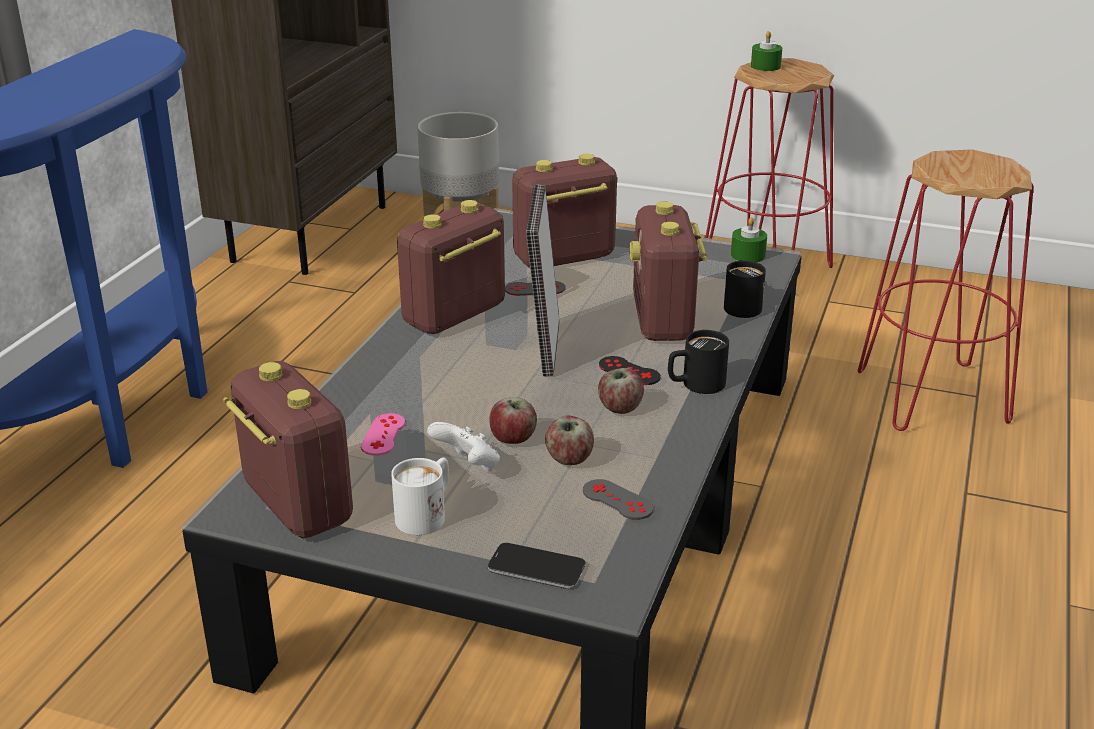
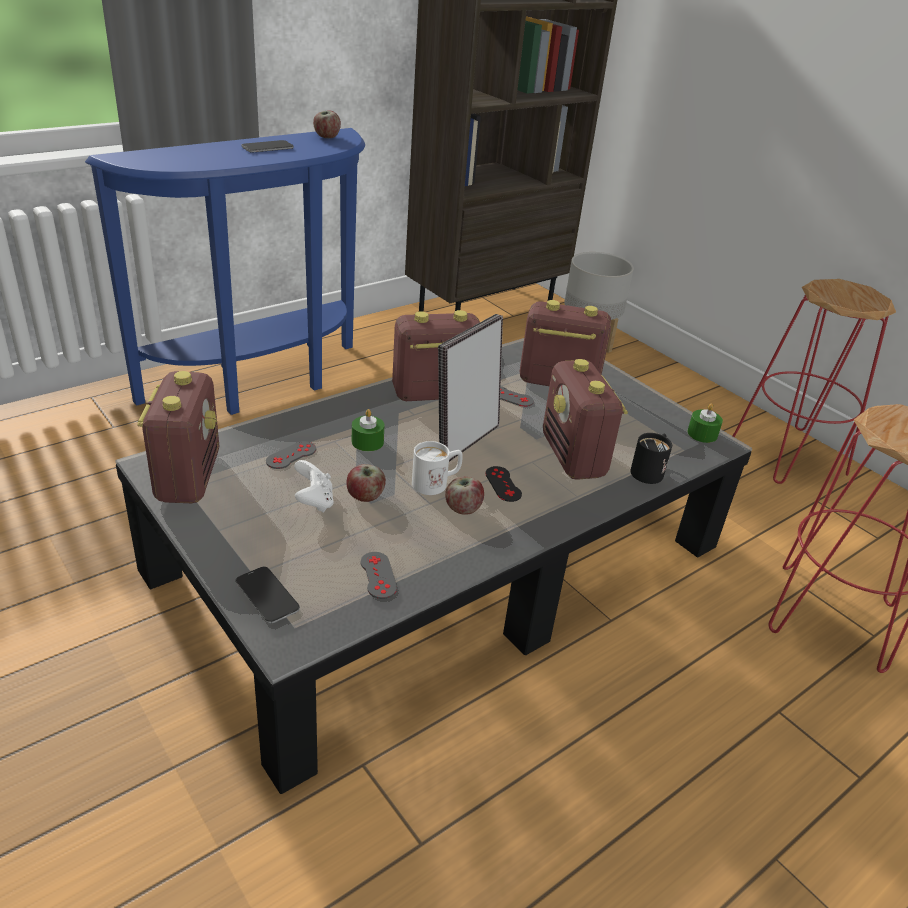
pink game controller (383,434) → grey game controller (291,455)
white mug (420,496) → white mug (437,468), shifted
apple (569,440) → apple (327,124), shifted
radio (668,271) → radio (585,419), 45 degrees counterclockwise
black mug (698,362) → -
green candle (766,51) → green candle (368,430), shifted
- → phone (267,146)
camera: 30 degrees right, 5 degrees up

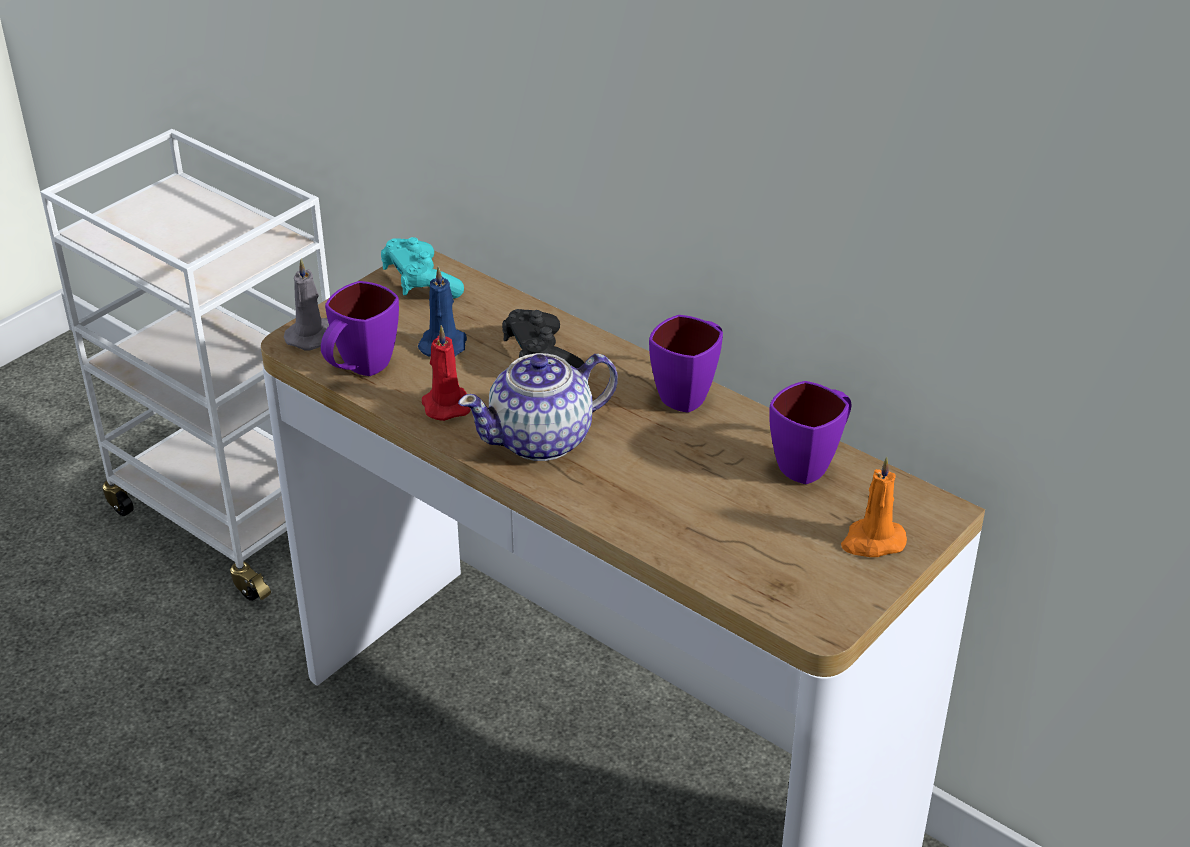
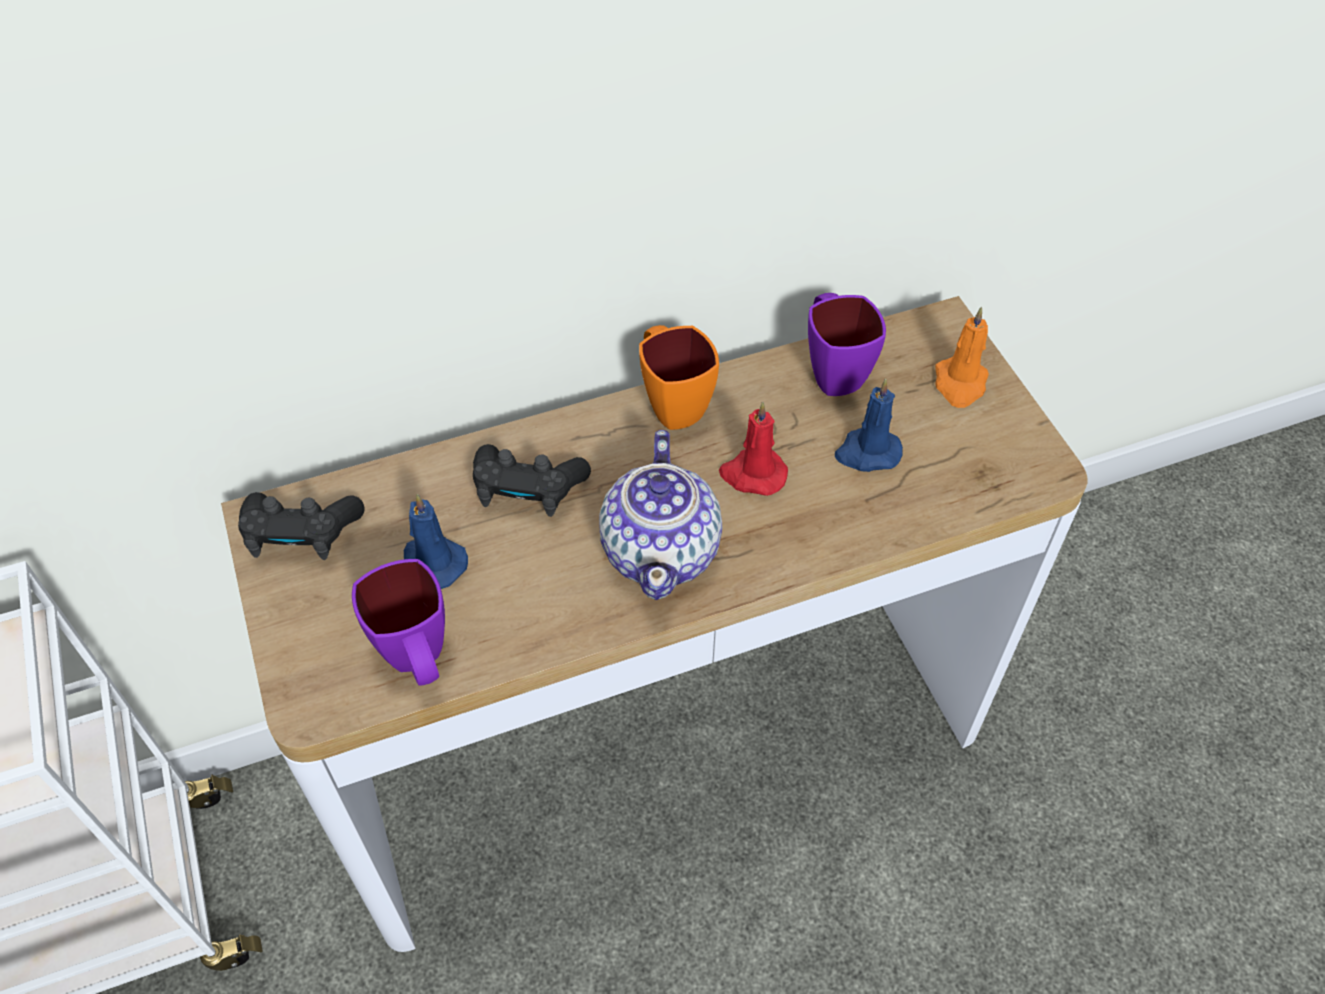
grey candle (306,305) → -
turquoise game controller (422,268) → black game controller (301,526)
red candle (446,373) → red candle (753,448), shifted
purple mug (686,364) → orange mug (679,377)
- → blue candle (869,425)
camera: 60 degrees left, 15 degrees up

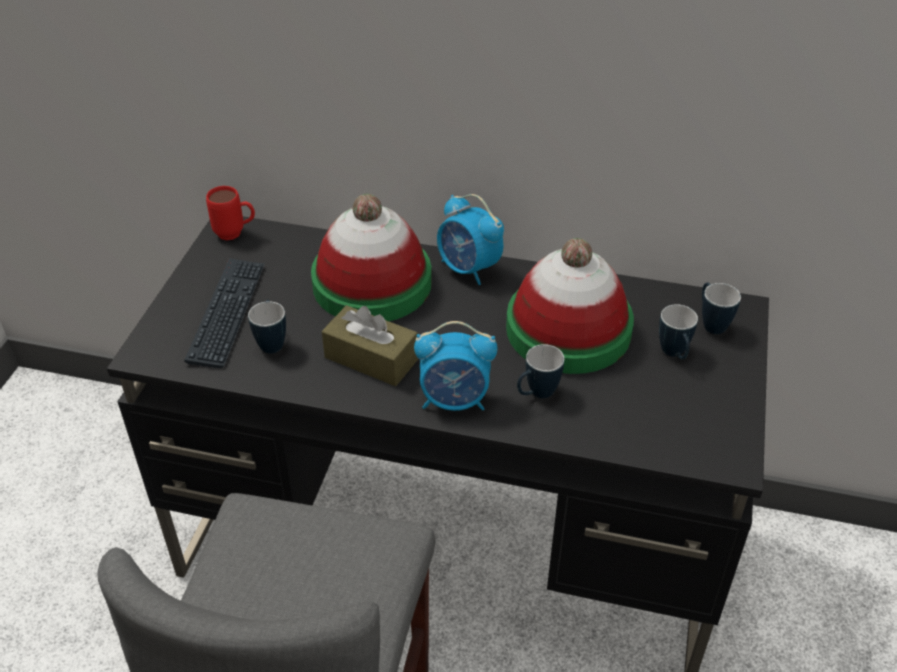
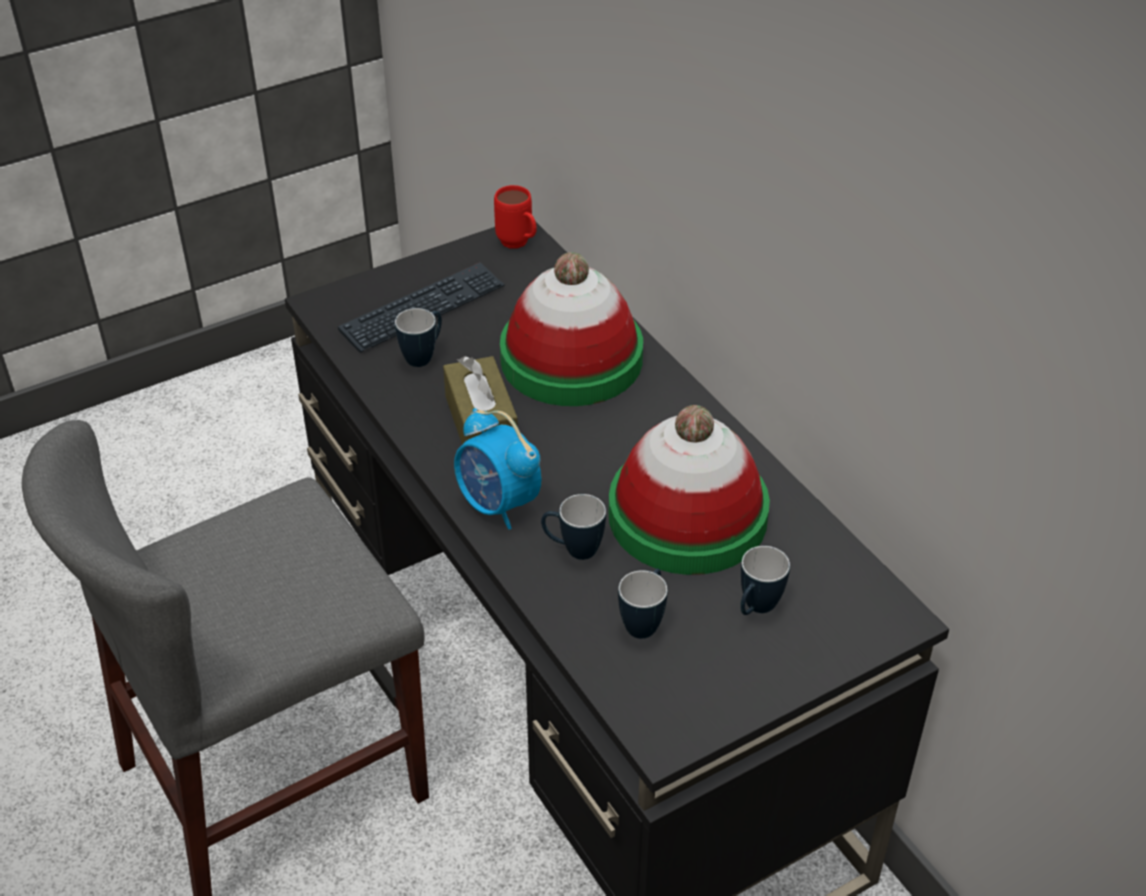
alarm clock (470,239) → -
mug (721,308) → mug (642,604), shifted
camera: 45 degrees right, 0 degrees up

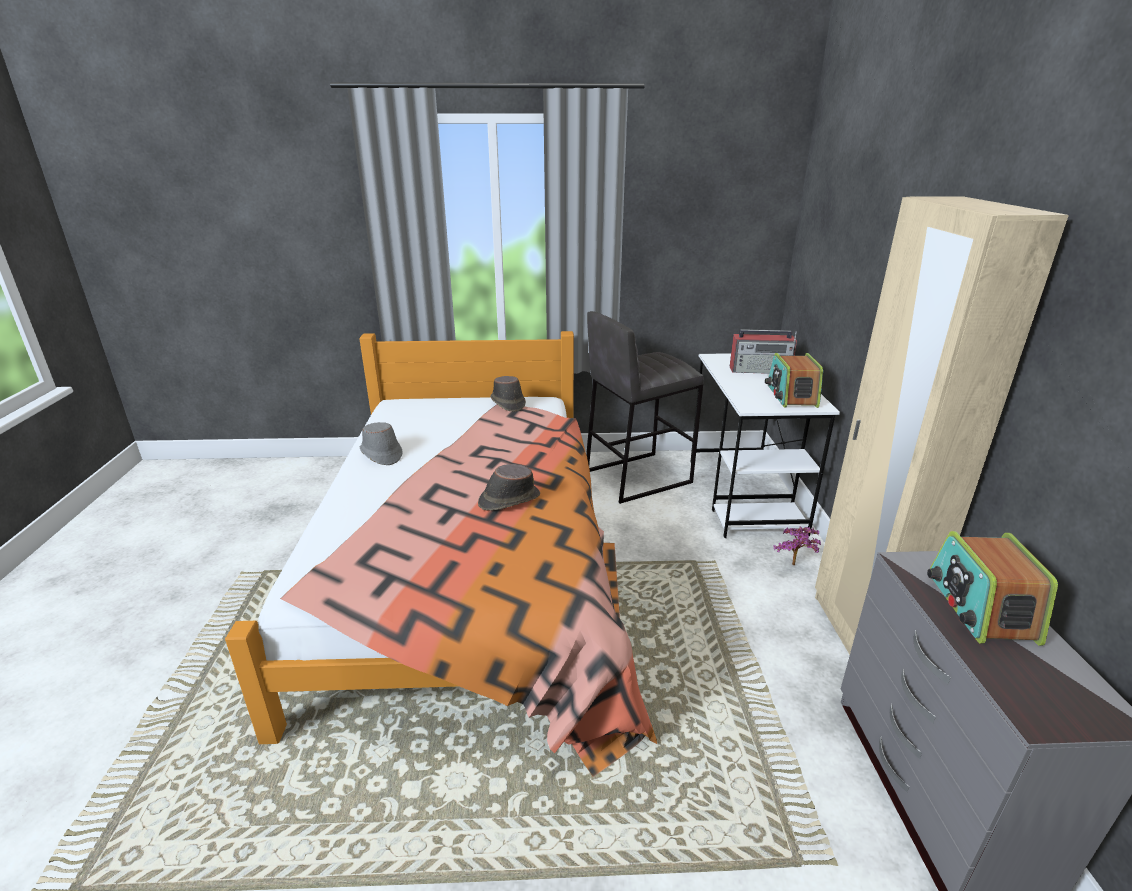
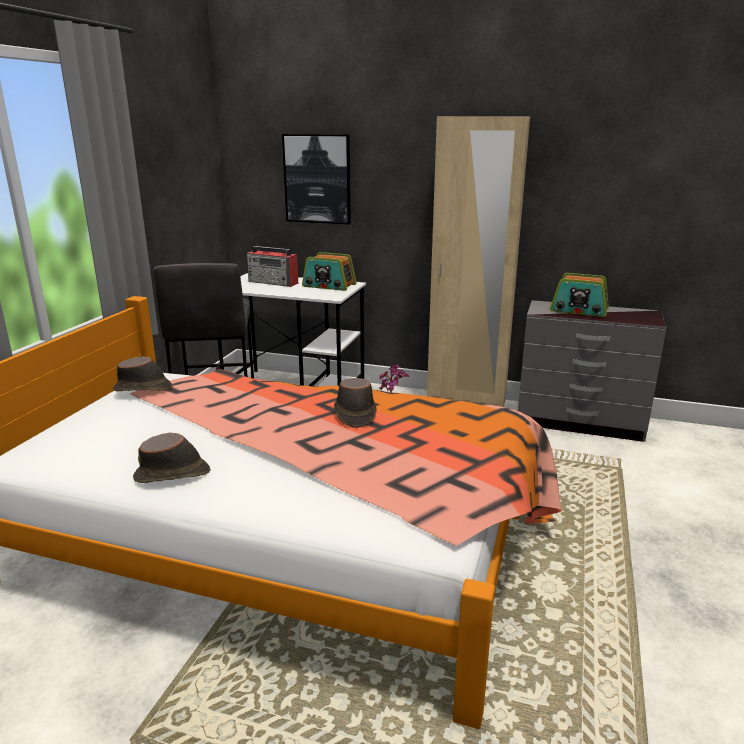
grey hat (381,443) → brown hat (171,458)
radio (763,351) → radio (272,266), 90 degrees clockwise
- → picture (316,179)
camera: 70 degrees left, 5 degrees down

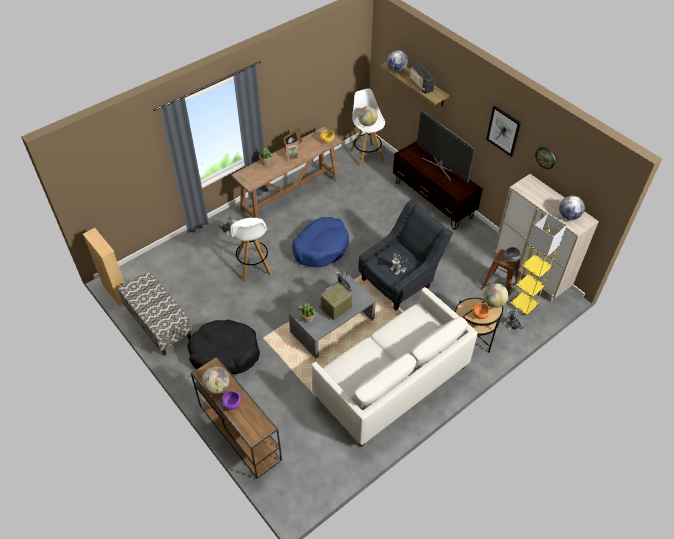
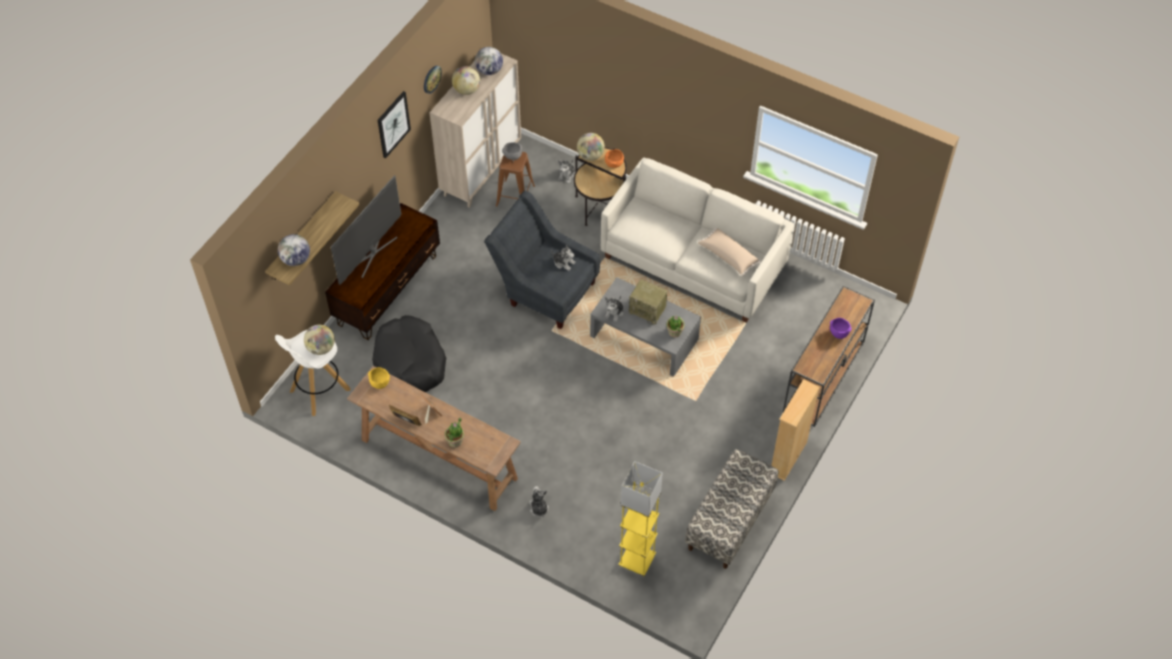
beige bookcase (104,267) → beige bookcase (795,430), shifted
black dog bed (223,347) → black dog bed (409,353), shifted
globe (215,380) → globe (466,80), shifted
white stool (251,249) → -
blue dog bed (320,242) → -
radio (422,79) → -
yellow floor lamp (538,265) → yellow floor lamp (640,519), shifted
- → beige pillow (729,252)
camera: 110 degrees left, 5 degrees up

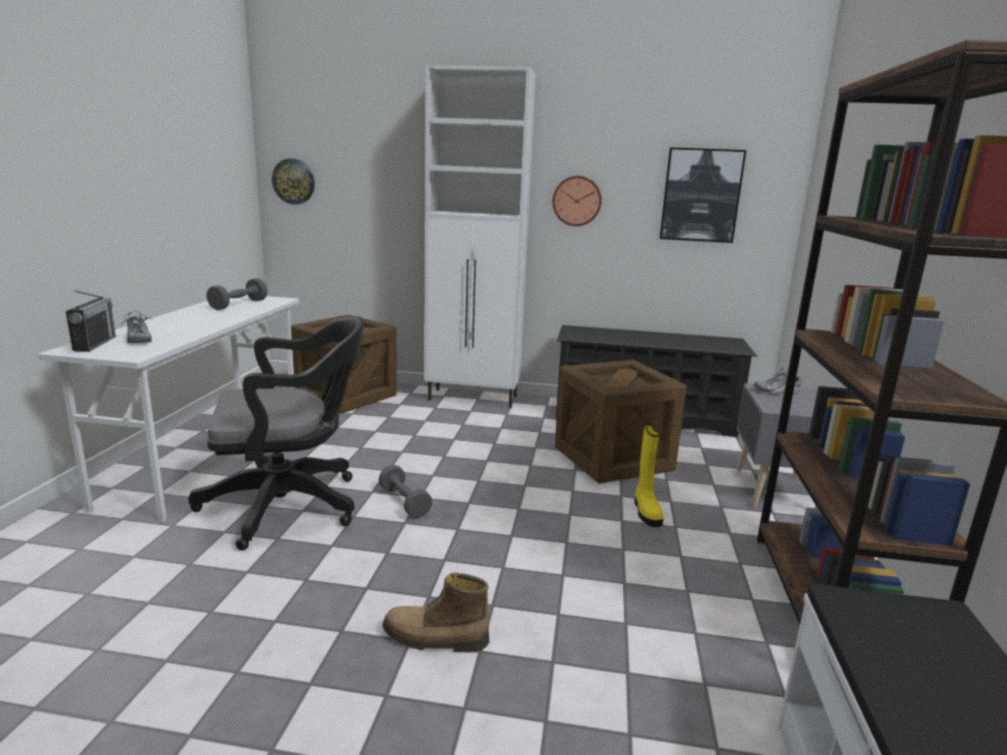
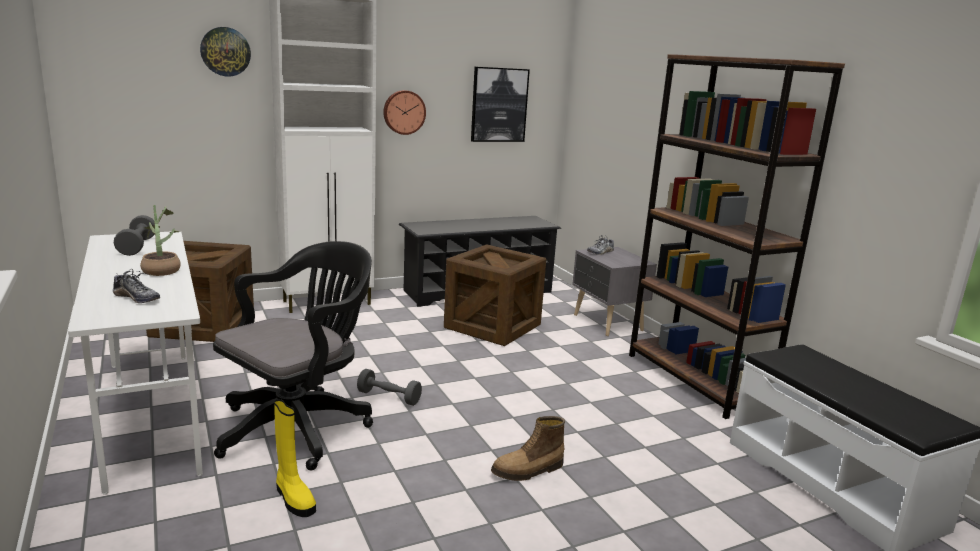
radio (91,321) → -
wall clock (293,182) → wall clock (225,52), shifted
yellow boot (649,475) → yellow boot (295,458), shifted
- → potted plant (160,240)
camera: 35 degrees left, 0 degrees up

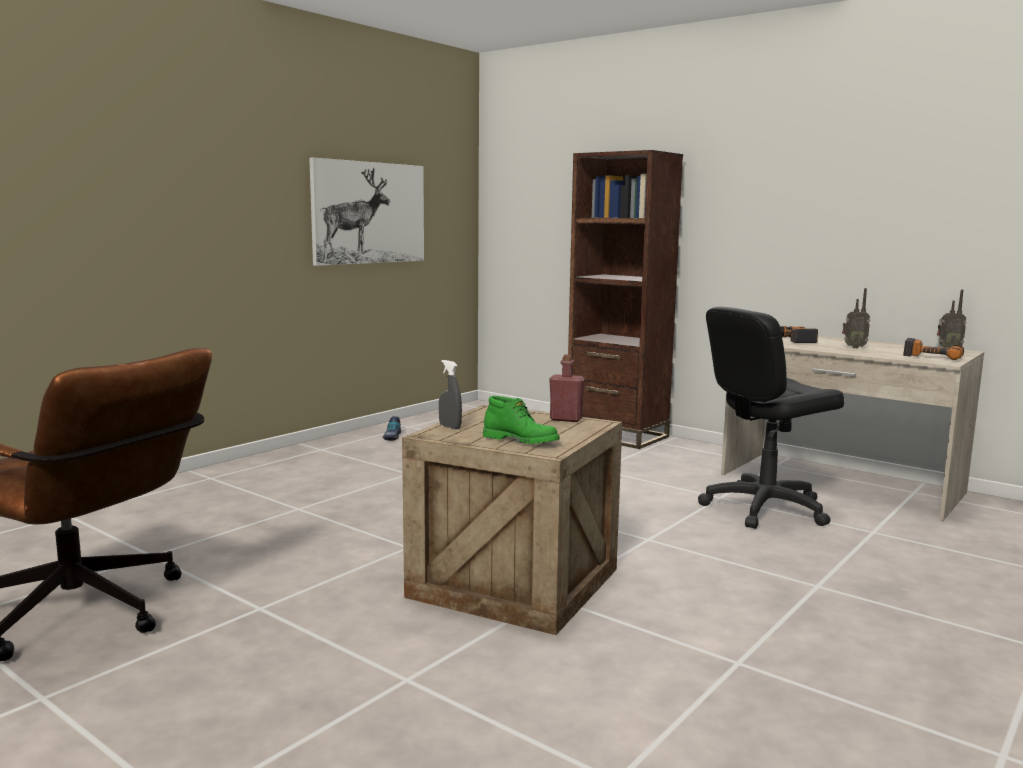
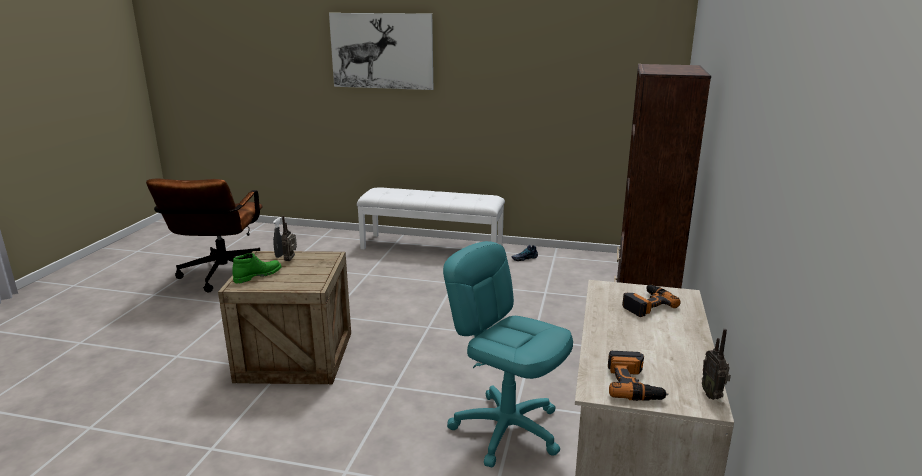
picture (366,212) → picture (381,51), shifted
green boot (521,420) → green boot (257,268), 135 degrees counterclockwise
red bottle (567,388) → -
black office chair (771,418) → turquoise office chair (508,354)
radio (856,318) → radio (289,238), shifted
- → white bench (431,218)
camera: 65 degrees right, 10 degrees up

